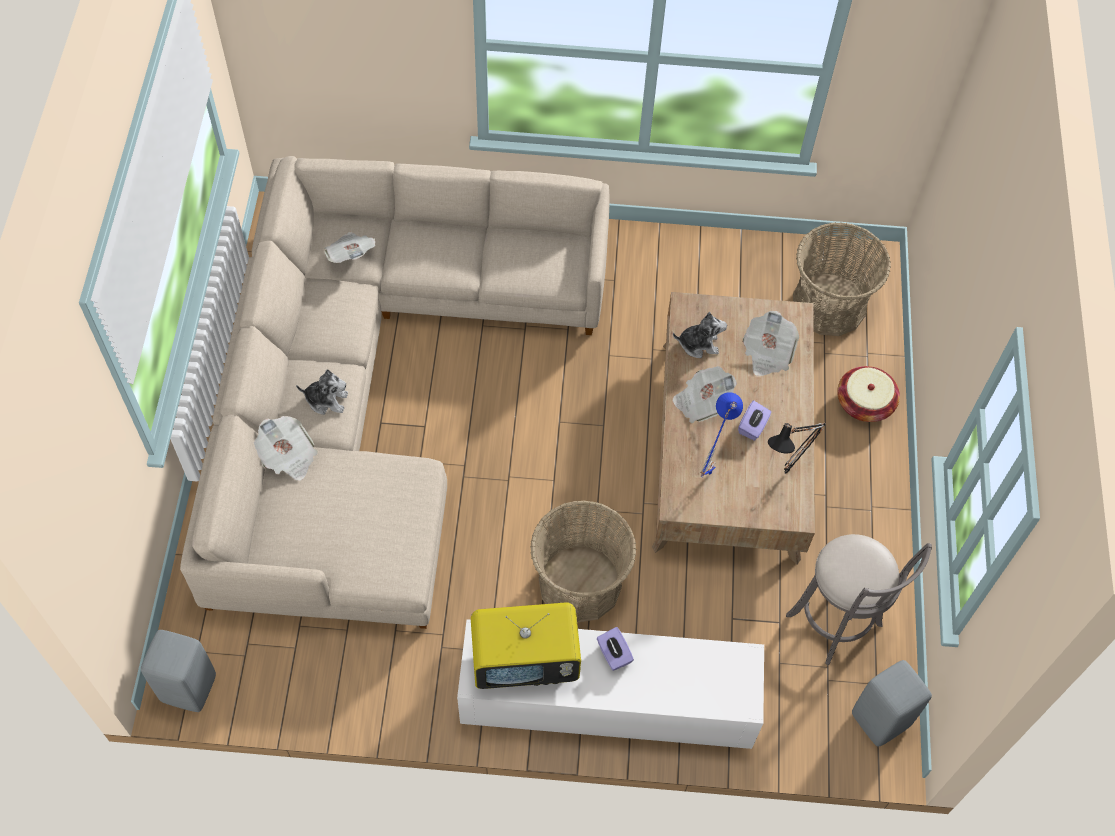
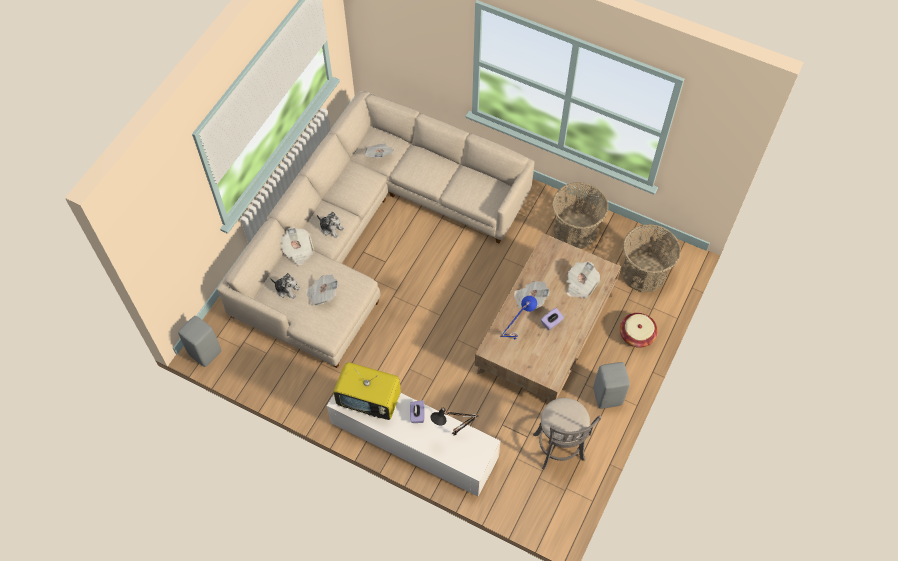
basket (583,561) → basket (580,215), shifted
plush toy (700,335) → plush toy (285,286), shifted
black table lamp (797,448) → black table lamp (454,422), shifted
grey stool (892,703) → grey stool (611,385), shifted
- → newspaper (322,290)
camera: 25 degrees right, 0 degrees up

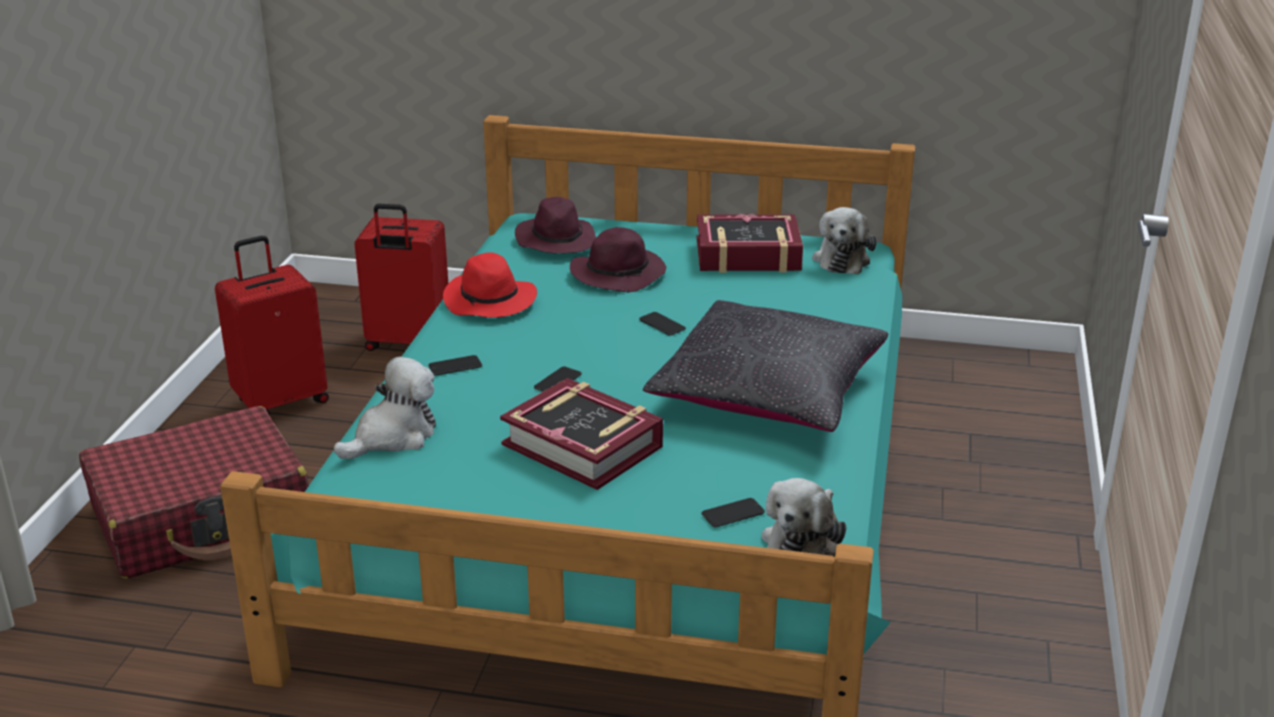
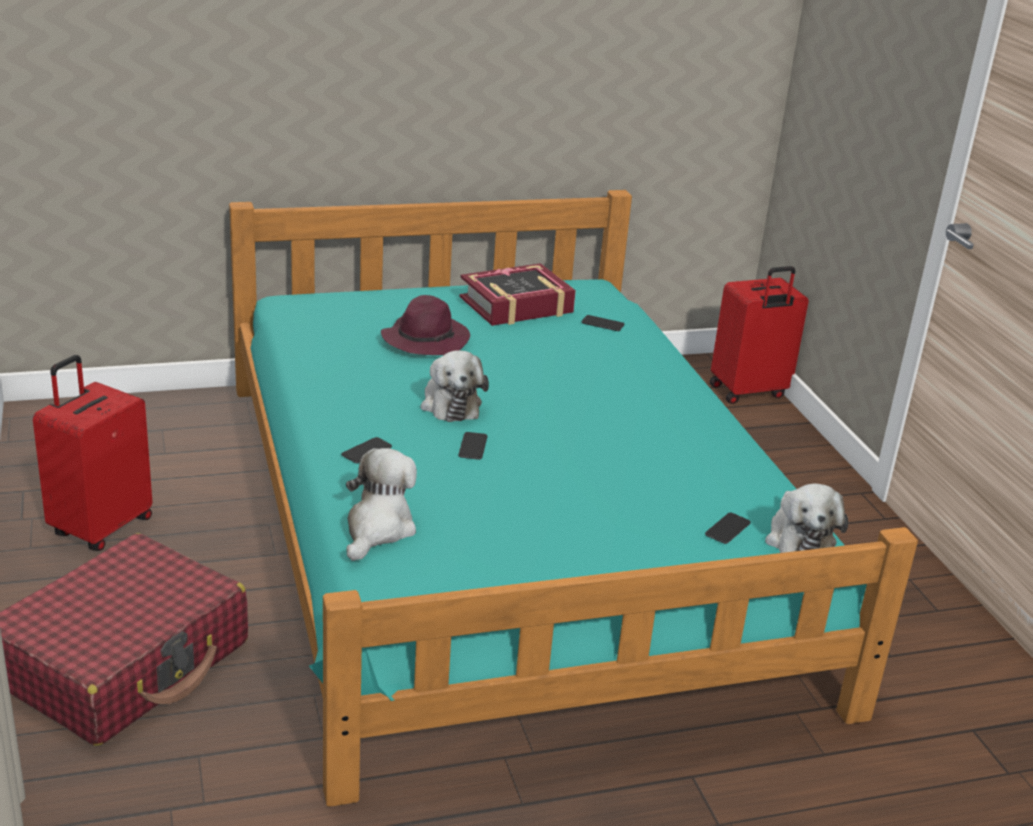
red suitcase (401,277) → red suitcase (759,335), shifted
red hat (490,285) → -
book (581,434) → -
purple hat (555,225) → -
phone (662,324) → phone (603,323), shifted
black pillow (765,366) → -
plush toy (844,241) → plush toy (454,386), shifted
camera: 30 degrees left, 0 degrees up

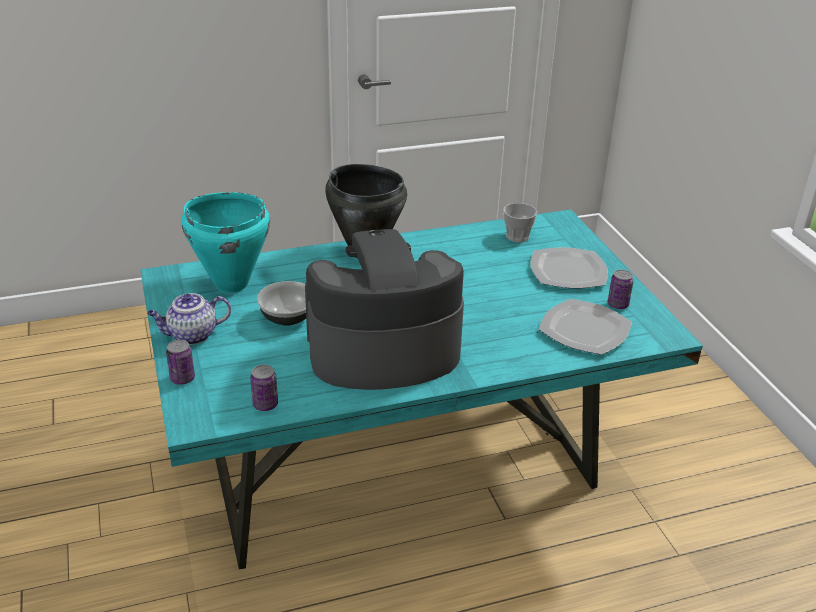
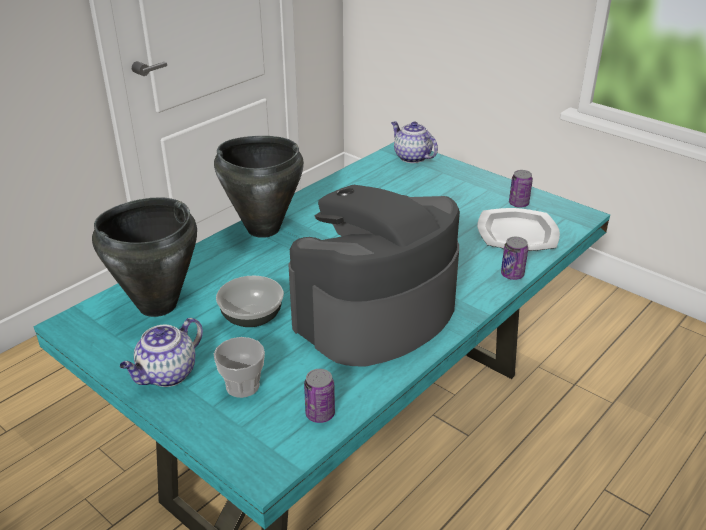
can (180,362) → can (514,258), shifted
turquoise cooking pot (225,242) → black cooking pot (144,257)
cup (520,223) → cup (239,367), shifted
plate (569,268) → -
- → teapot (414,142)
camera: 30 degrees left, 0 degrees up

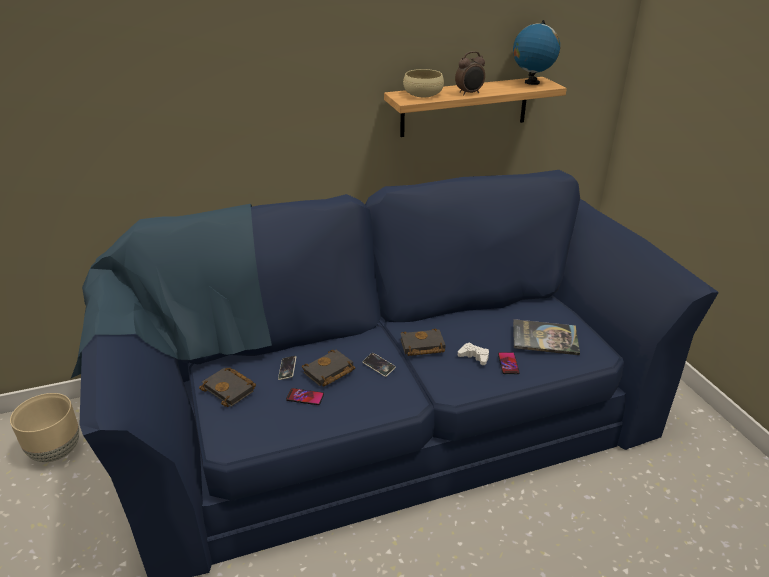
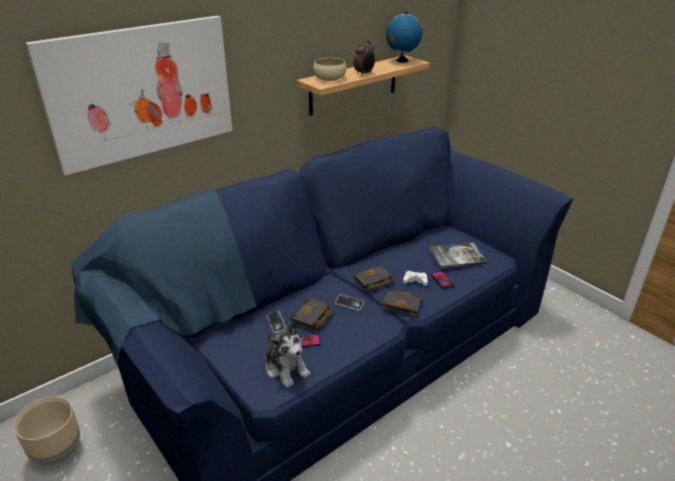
black book (227,387) → black book (402,303), shifted
- → picture (129,96)
- → plush toy (288,355)
camera: 20 degrees left, 0 degrees up

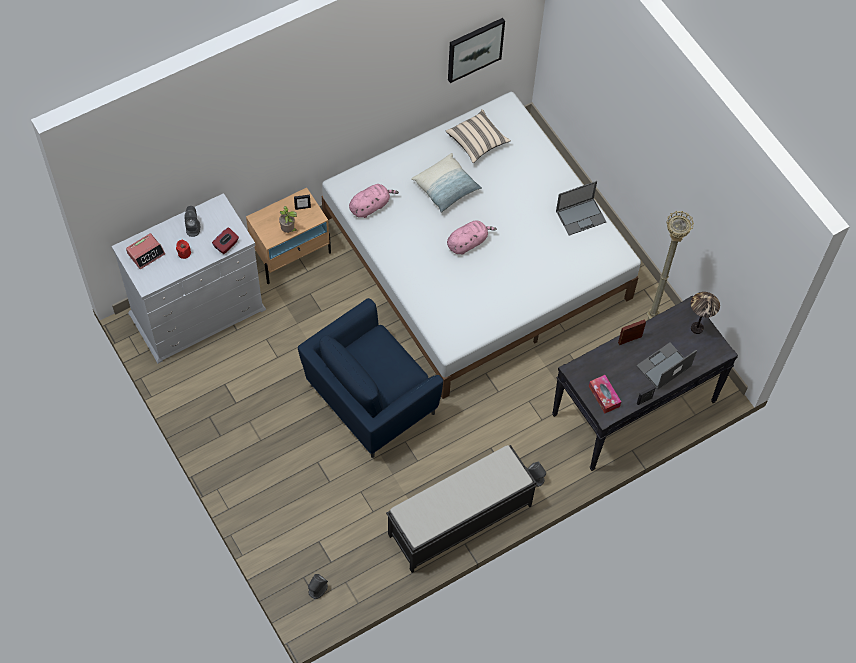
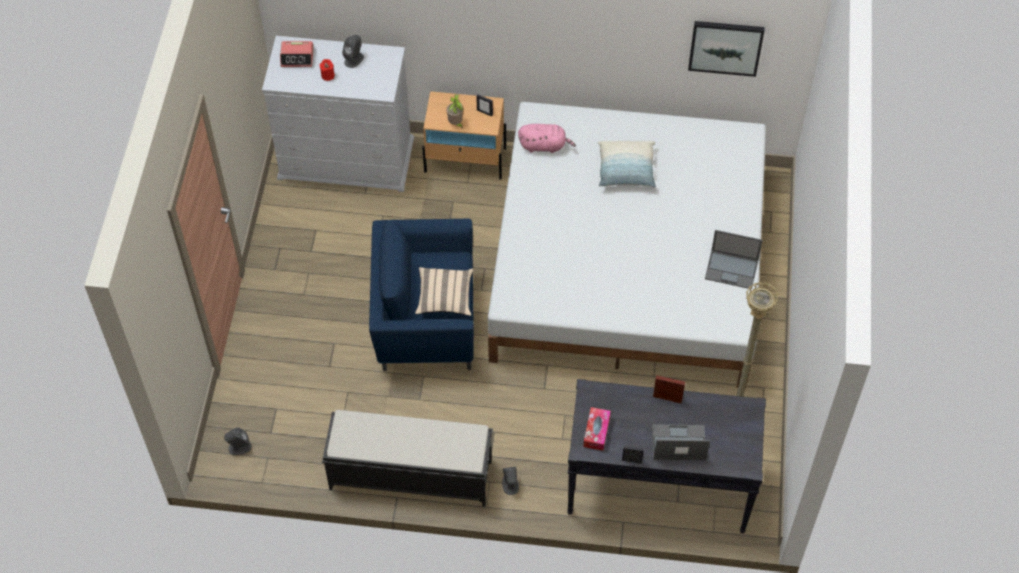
red tissue box (225,240) → -
beige pillow (478,136) → beige pillow (444,291), shifted
pink plush toy (472,237) → -
table lamp (705,313) → -
camera: 40 degrees right, 5 degrees down

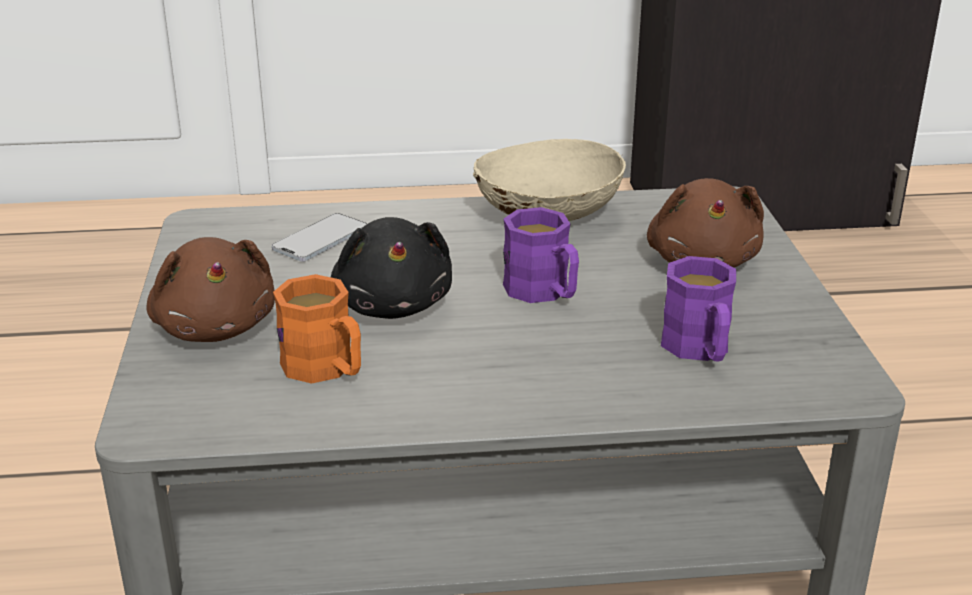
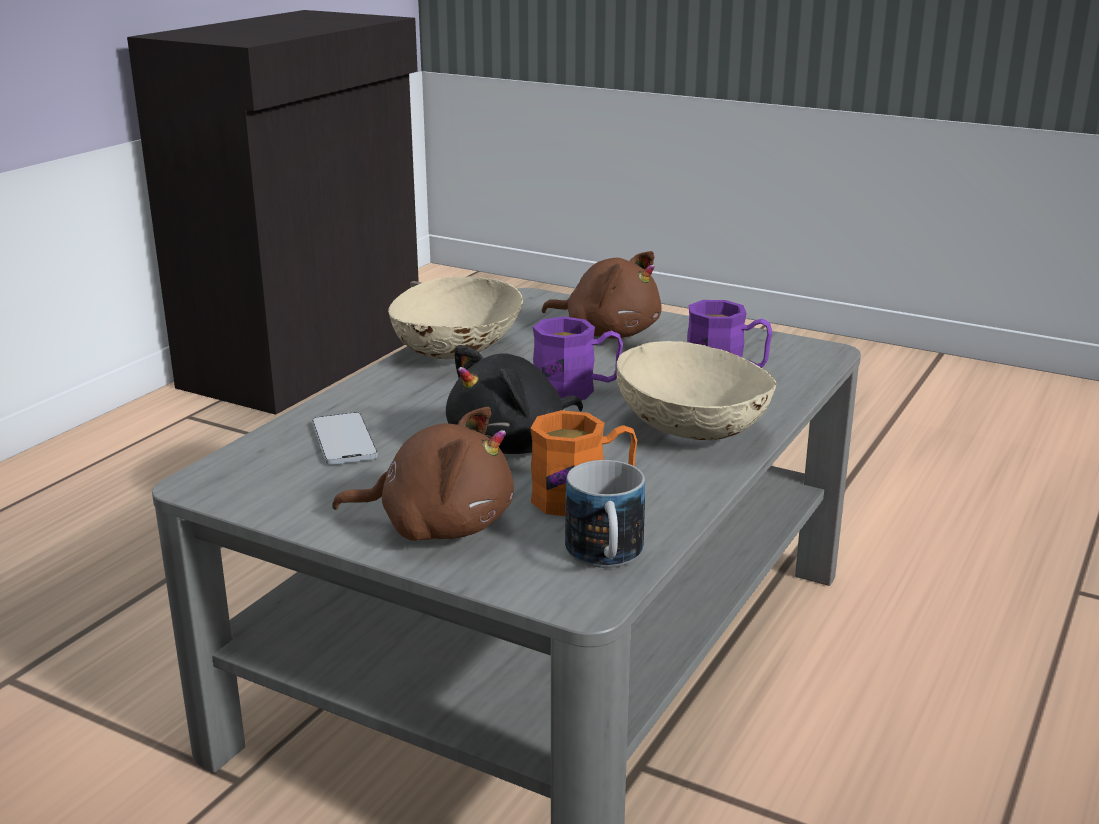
black plush toy (391,268) → black plush toy (514,399), 120 degrees clockwise
- → mug (605,514)
- → beige bowl (696,390)
camera: 55 degrees left, 5 degrees down

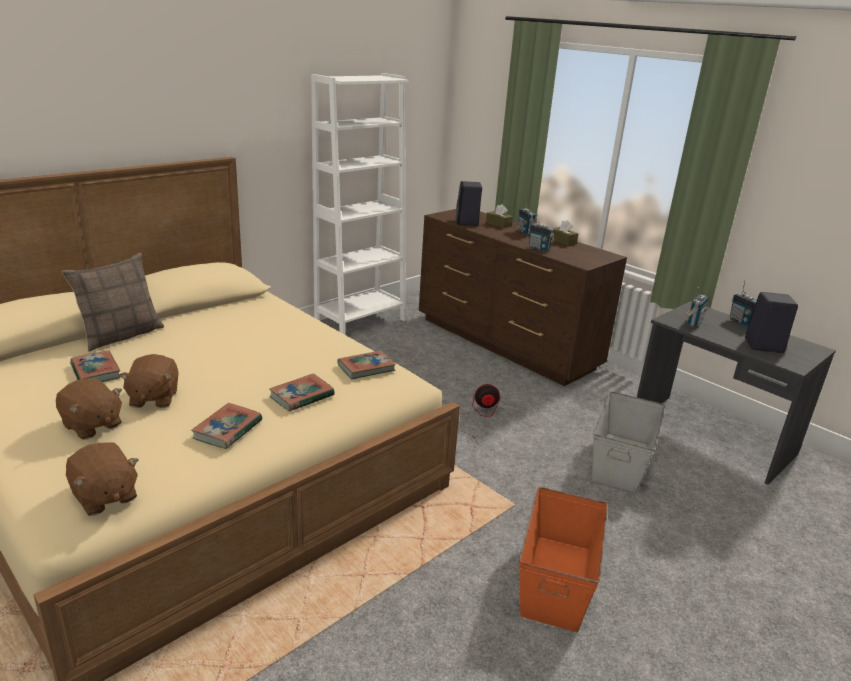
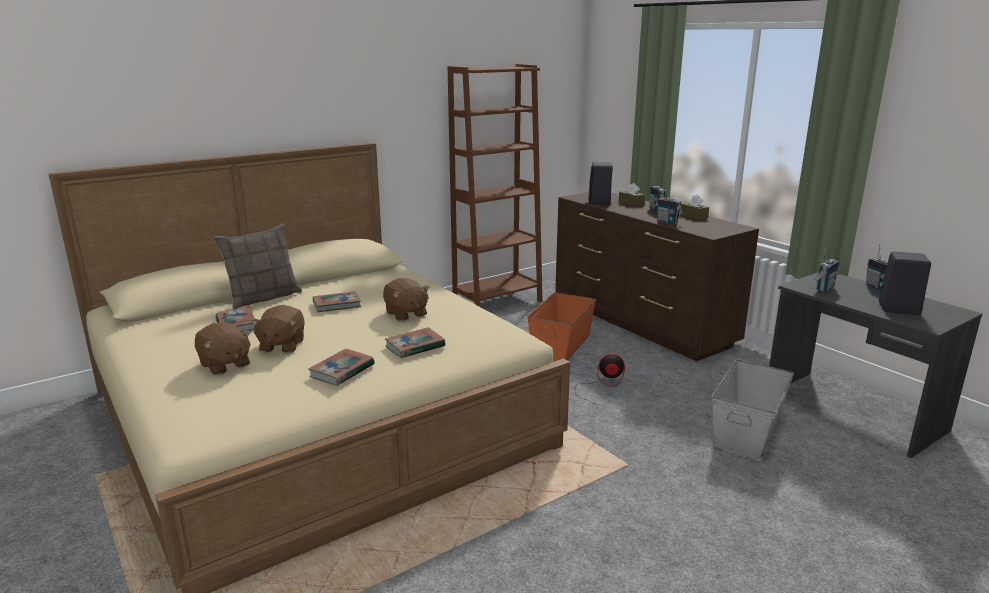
brown plush toy (102,479) → brown plush toy (406,299), shifted
white bookcase (360,204) → brown bookcase (495,185)
book (366,365) → book (337,301), shifted
orange storage box (563,559) → orange storage box (561,327), shifted
camera: 10 degrees right, 5 degrees down

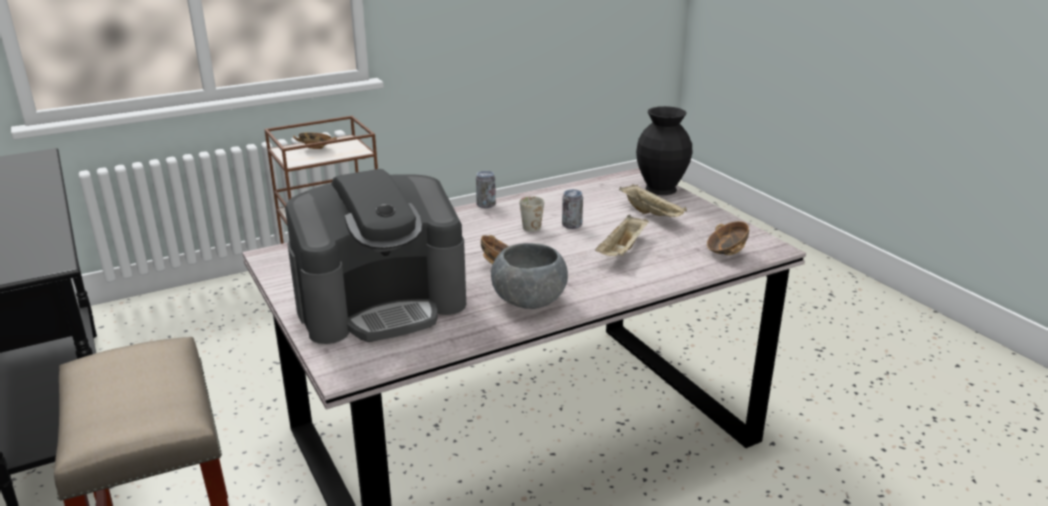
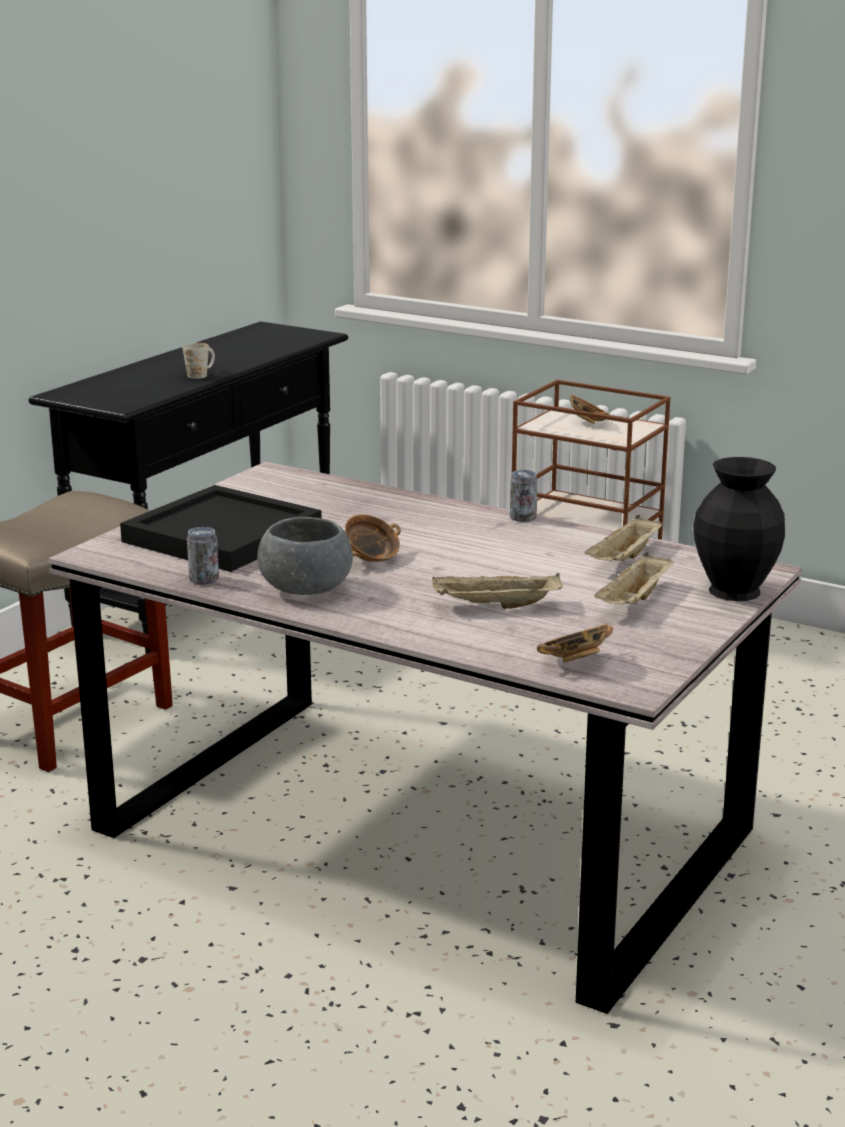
coffee machine (375,256) → black tray (221,528)
white mug (531,214) → white mug (198,361), shifted
can (572,209) → can (203,556), shifted
- → beige tray (624,538)
camera: 60 degrees right, 5 degrees down

